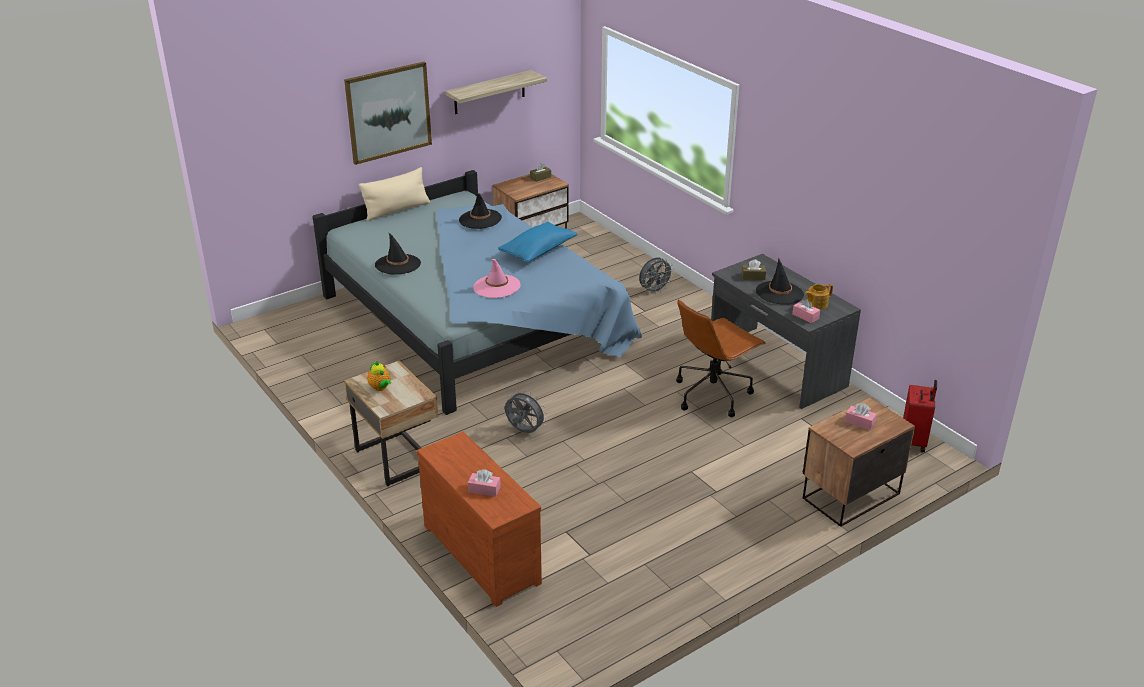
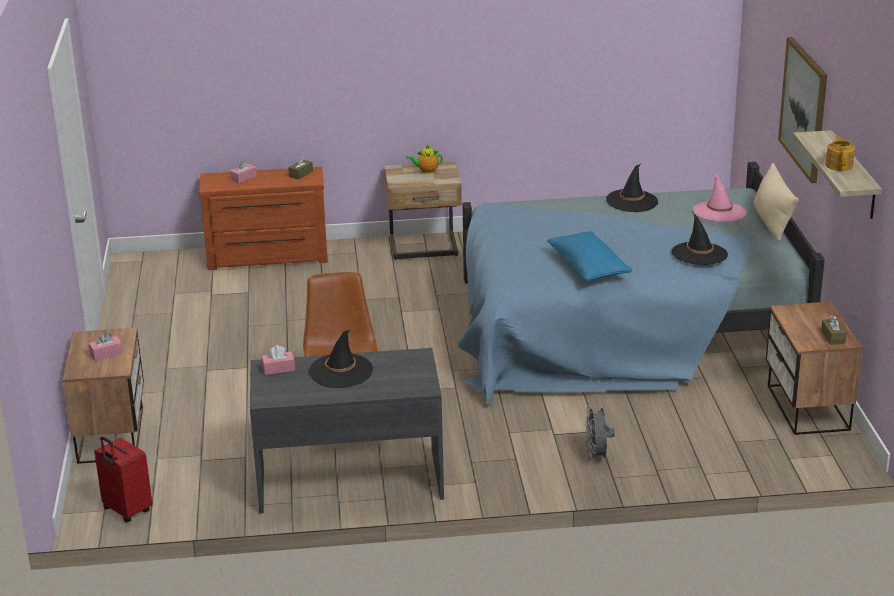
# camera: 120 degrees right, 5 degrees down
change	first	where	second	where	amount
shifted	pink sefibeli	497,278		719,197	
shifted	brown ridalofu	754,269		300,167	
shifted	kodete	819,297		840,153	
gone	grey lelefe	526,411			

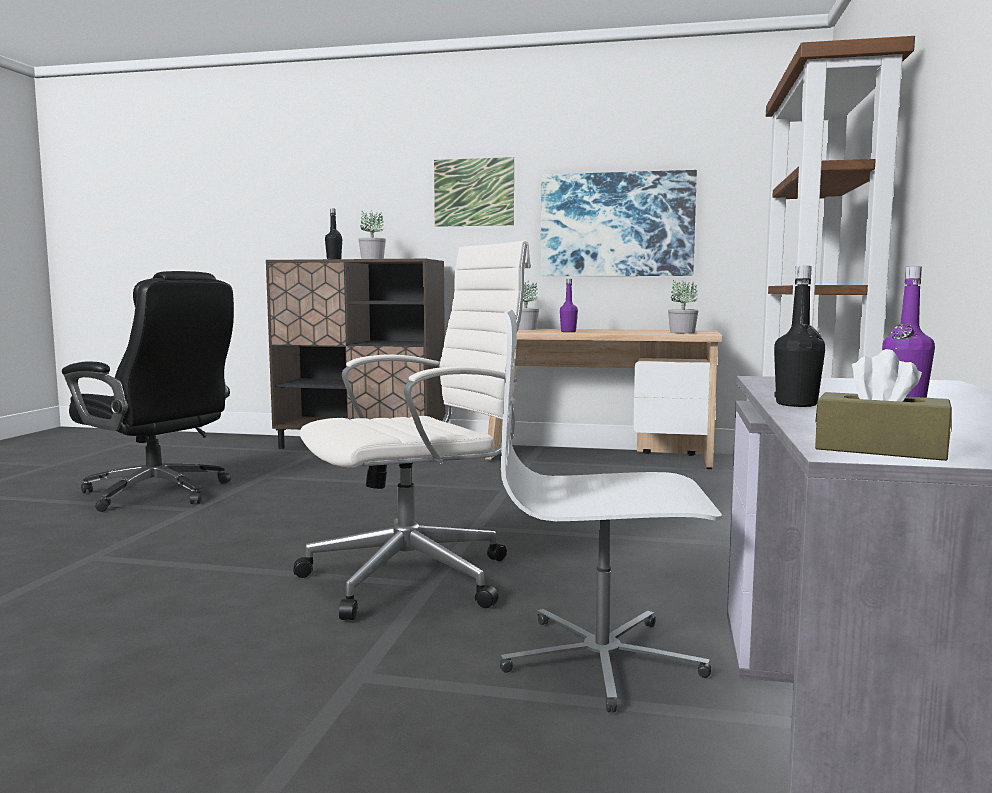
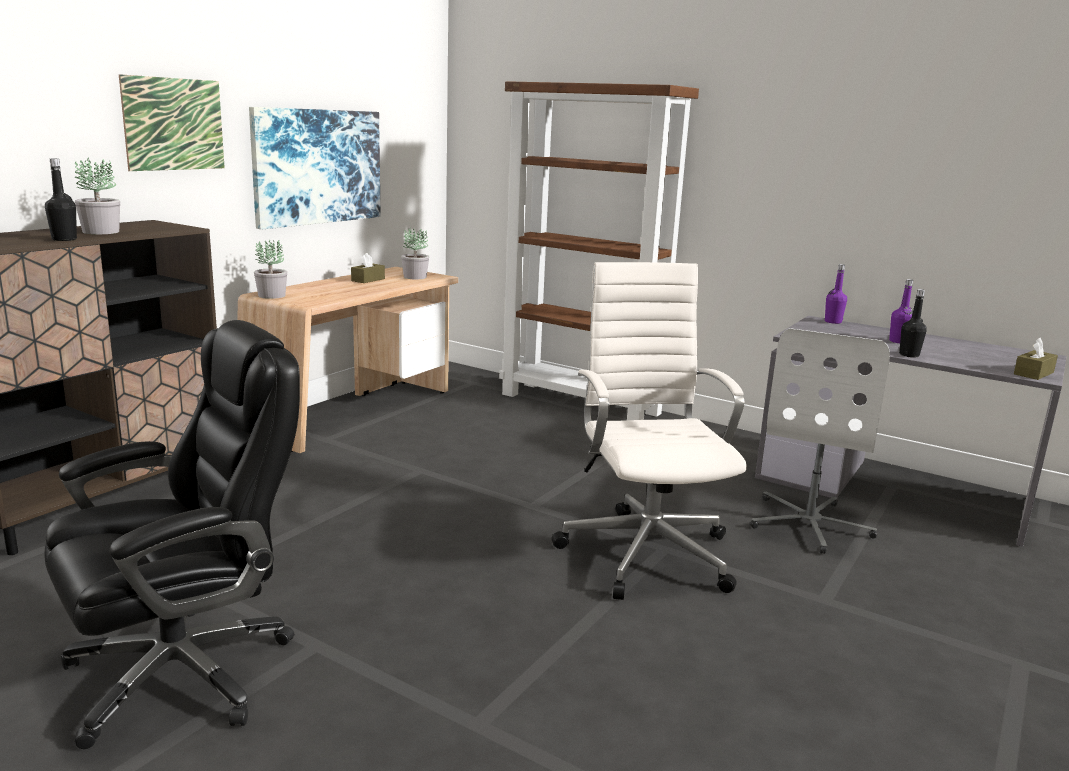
# camera: 70 degrees left, 10 degrees up
change	first	where	second	where	amount
shifted	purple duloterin	569,305		836,294	
new			brown ridalofu	368,268	

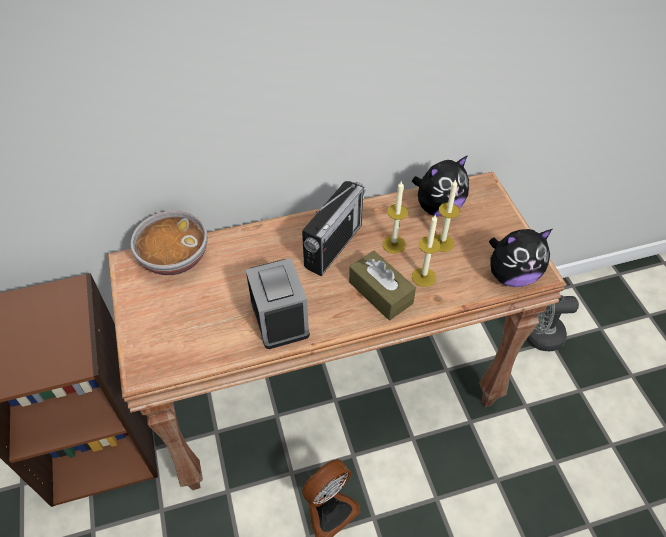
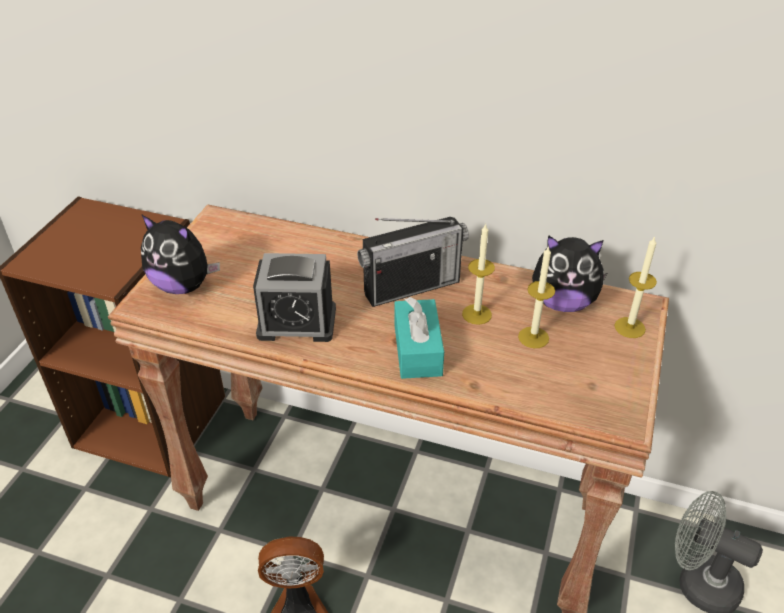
# camera: 35 degrees right, 10 degrees down
change	first	where	second	where	amount
gone	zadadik	169,242			
shifted	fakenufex	426,251		635,287	
shifted	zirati	520,258		180,254	
repainted	brown ridalofu	382,285	turquoise ridalofu	419,338	
rotated	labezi	278,303		294,297	75 degrees clockwise

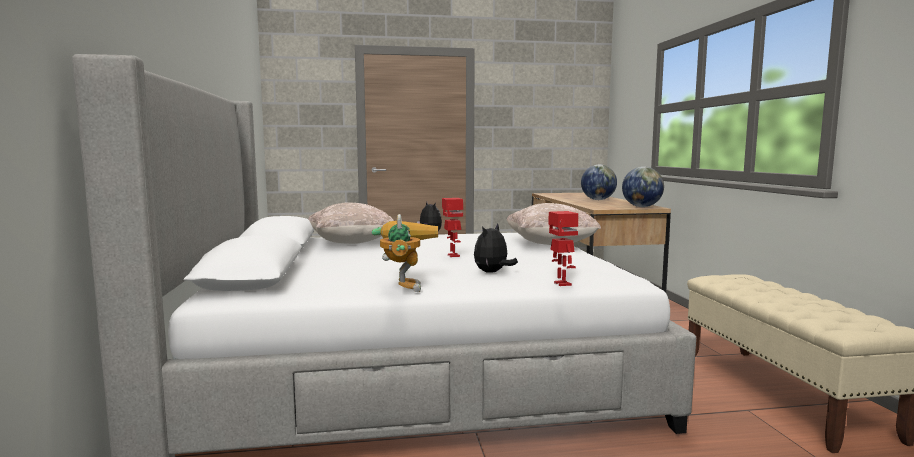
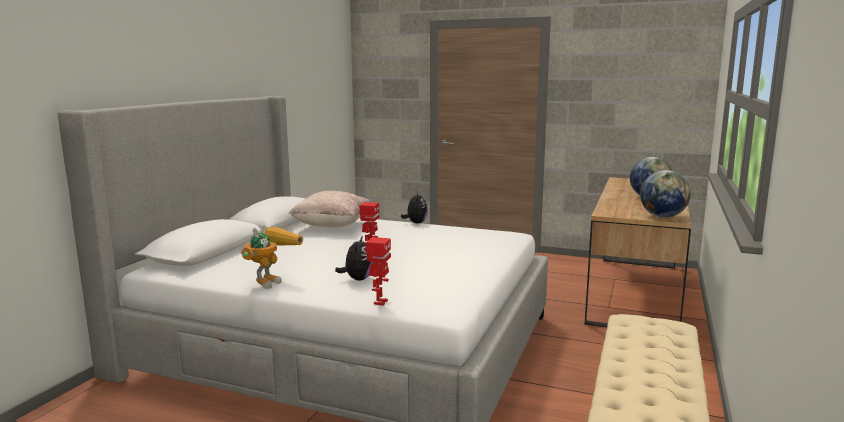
# camera: 30 degrees right, 5 degrees up
change	first	where	second	where	amount
gone	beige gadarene	554,224			
rotated	zirati	496,248		354,257	120 degrees clockwise

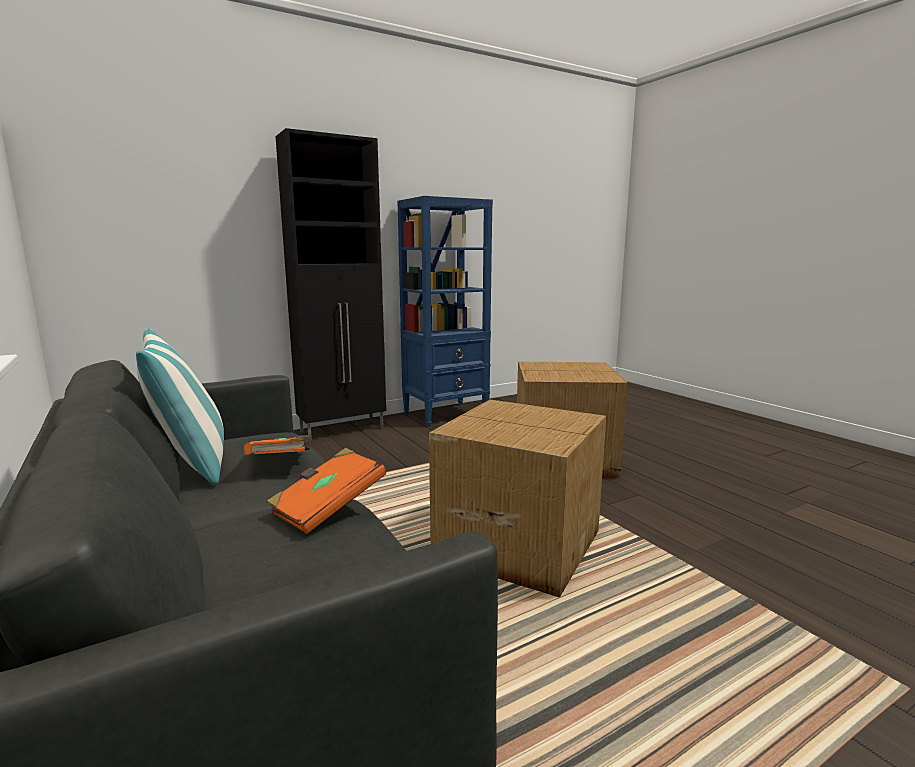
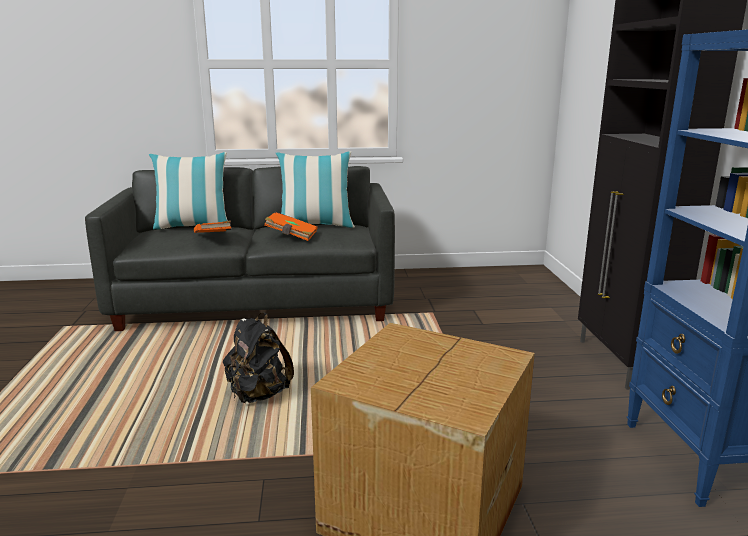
# camera: 115 degrees right, 5 degrees up
change	first	where	second	where	amount
swapped	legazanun	517,499	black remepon	258,358	
new			gadarene	188,191	

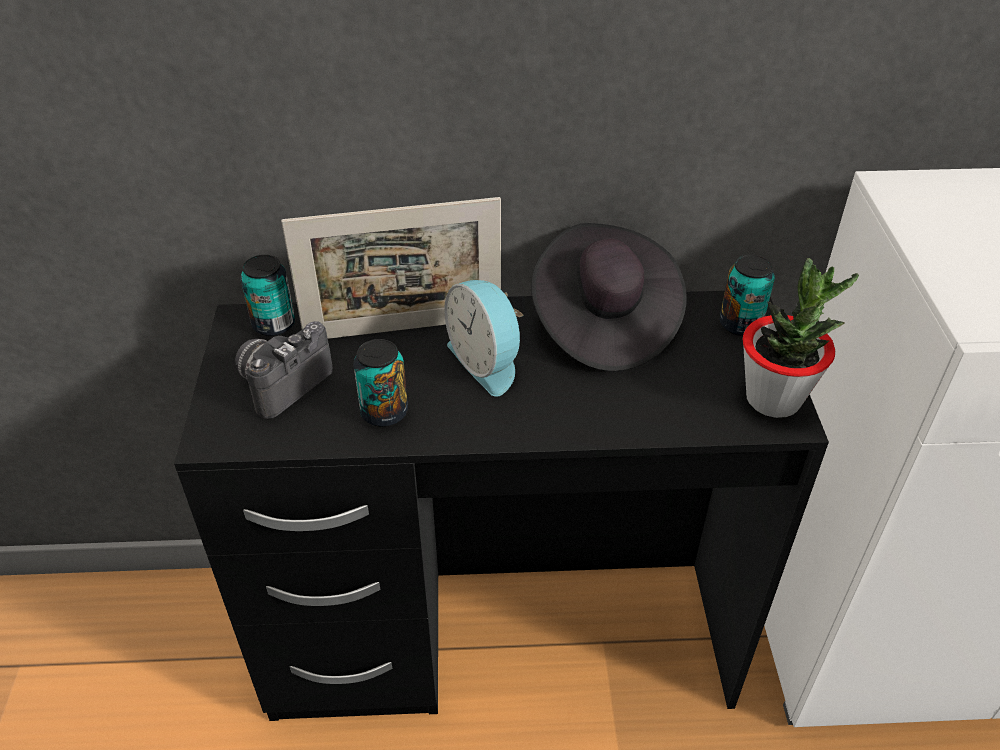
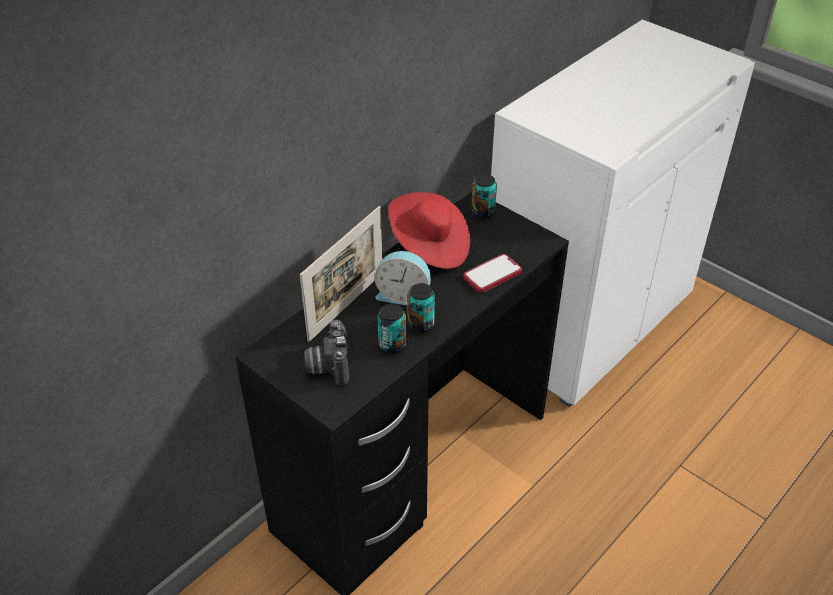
# camera: 45 degrees left, 0 degrees up
change	first	where	second	where	amount
repainted	black sefibeli	609,297	red sefibeli	429,230	
shifted	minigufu	267,295		421,308	
gone	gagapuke	801,338			
new			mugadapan	492,273	

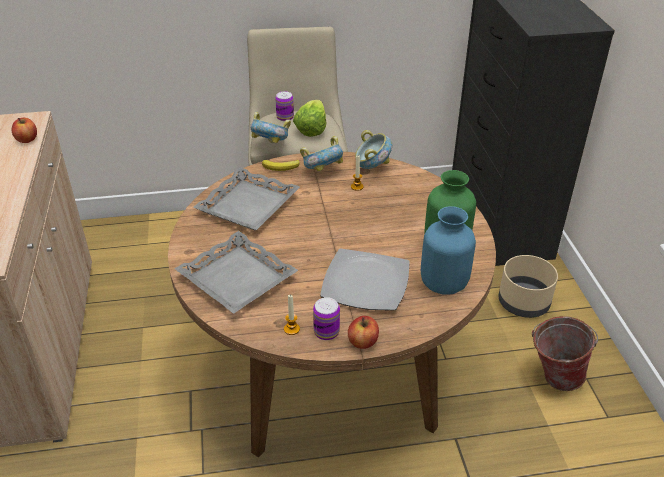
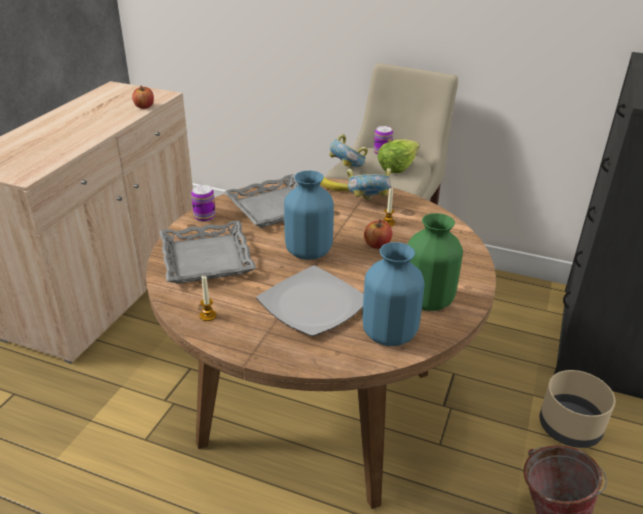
# camera: 30 degrees right, 5 degrees down
change	first	where	second	where	amount
gone	zadadik	373,149			
shifted	minigufu	326,318		203,203	
shifted	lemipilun	363,332		378,234	
new			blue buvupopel	309,215	

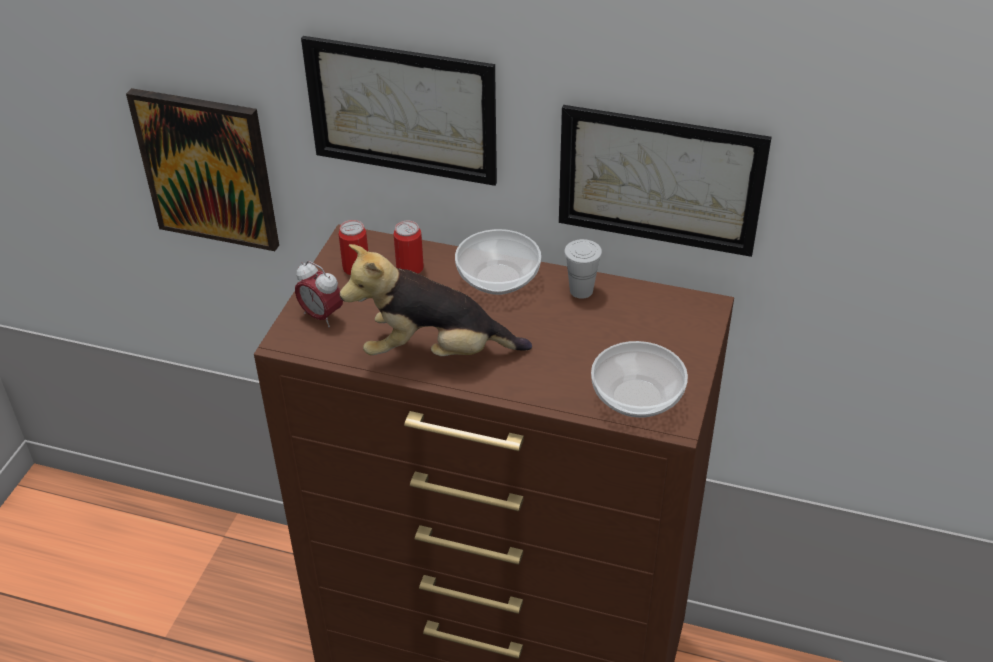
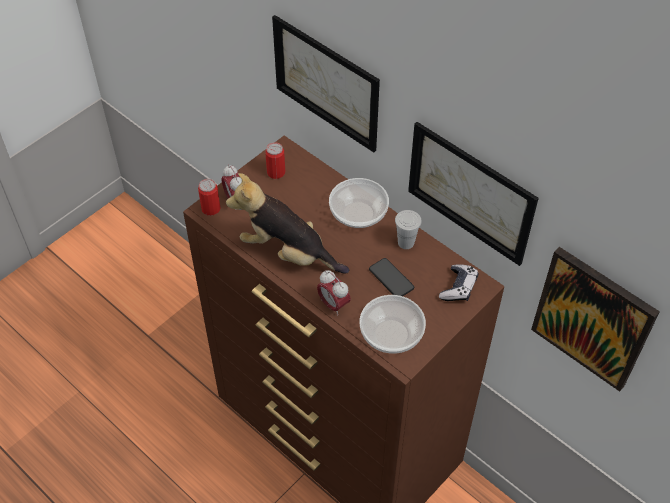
# camera: 25 degrees right, 10 degrees up
change	first	where	second	where	amount
shifted	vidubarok	202,169		595,319	
shifted	minigufu	409,247		209,197	
new			mugadapan	391,277	
new			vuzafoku	458,282	
new			labezi	334,293	

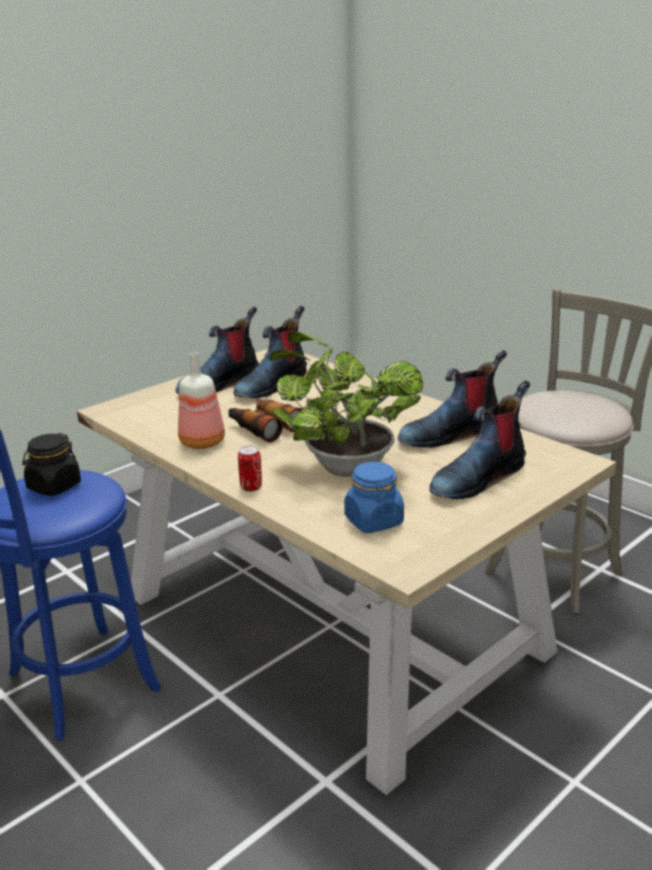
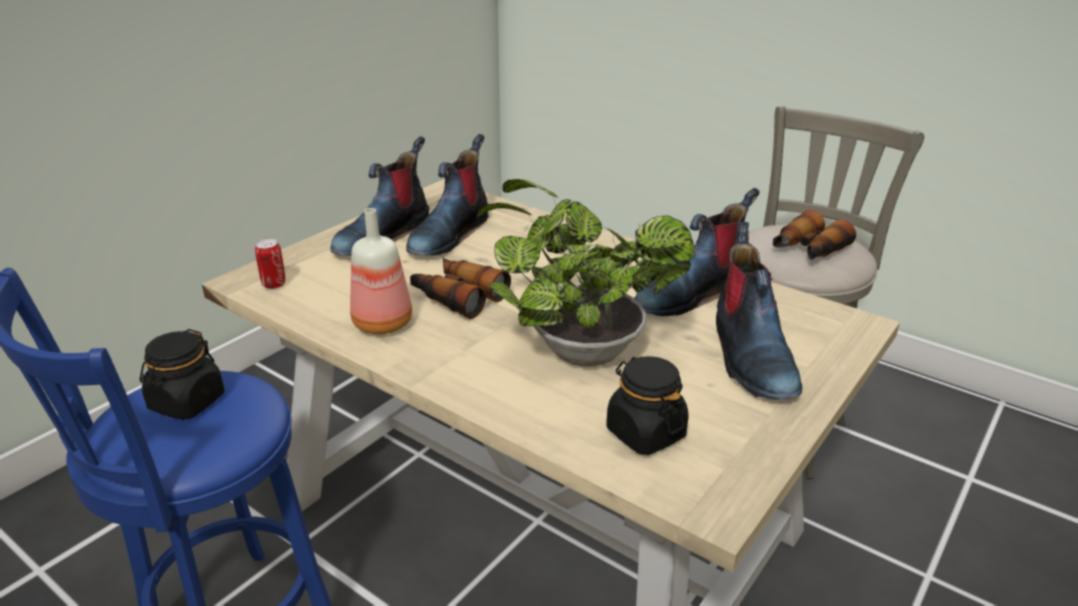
# camera: 10 degrees left, 5 degrees up
change	first	where	second	where	amount
rotated	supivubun	479,440		759,311	45 degrees counterclockwise
shifted	minigufu	250,469		270,264	
repainted	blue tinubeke	374,497	black tinubeke	647,405	
new			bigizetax	814,235	

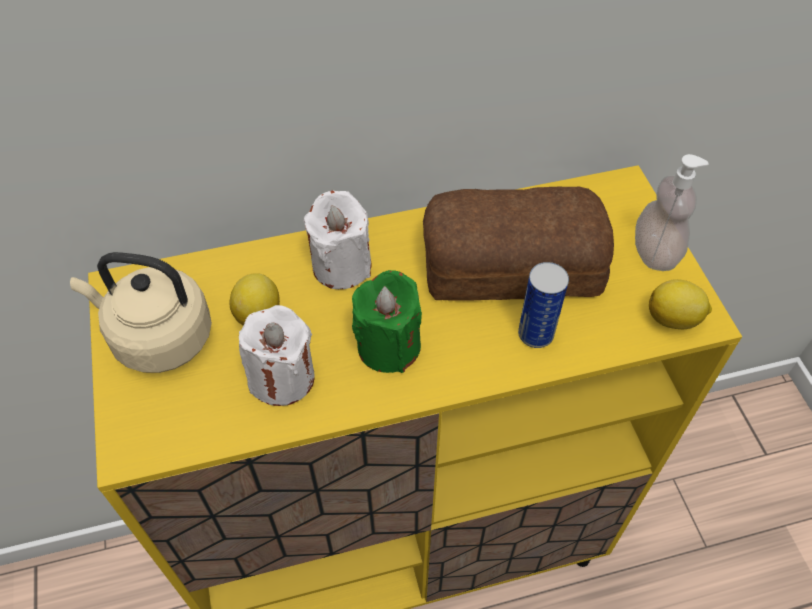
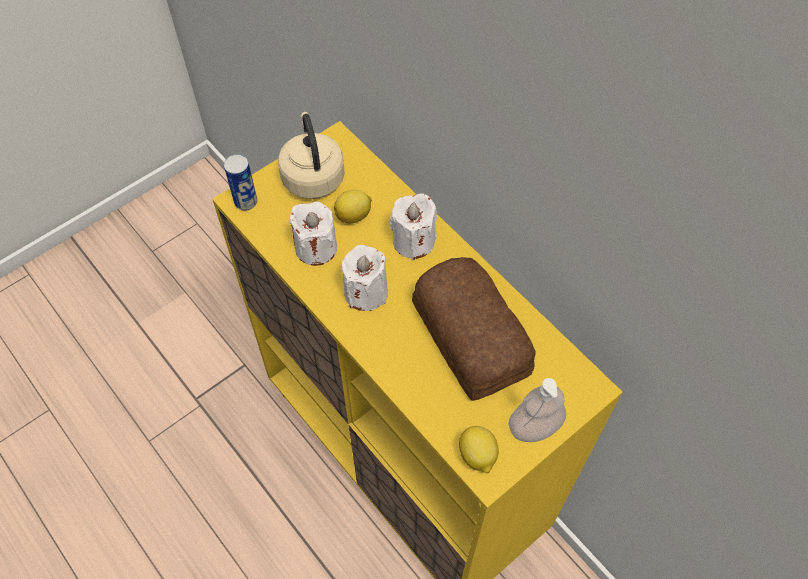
# camera: 65 degrees right, 5 degrees up
change	first	where	second	where	amount
shifted	minigufu	543,305		240,182	
repainted	green fakenufex	387,321	white fakenufex	365,278	

